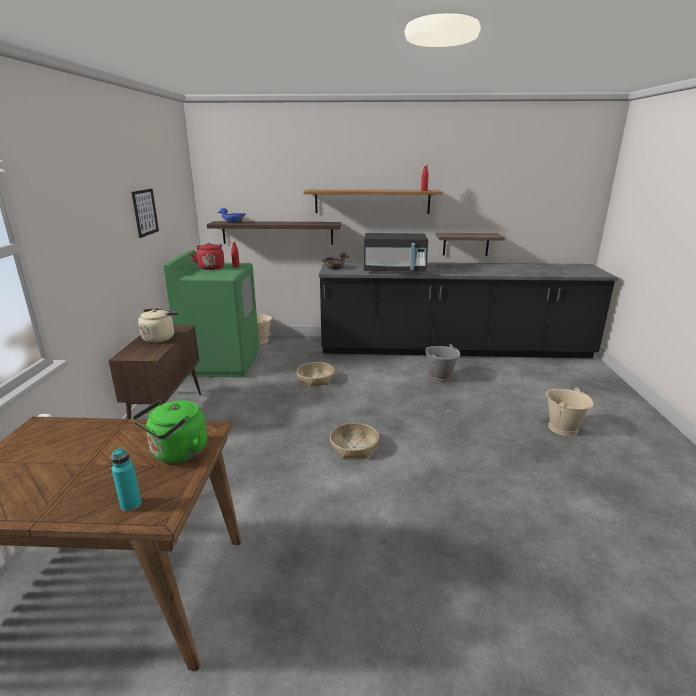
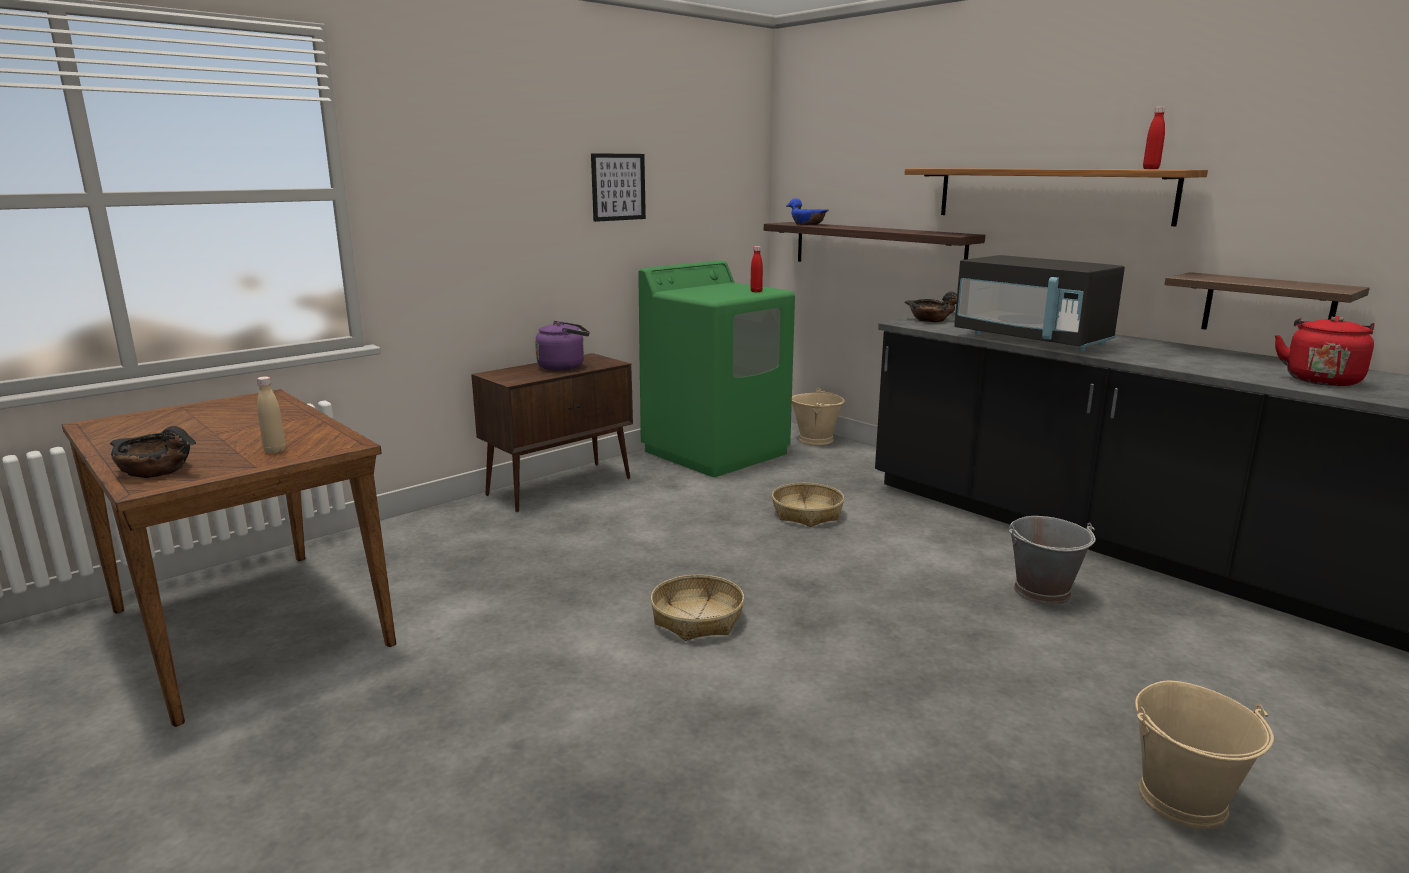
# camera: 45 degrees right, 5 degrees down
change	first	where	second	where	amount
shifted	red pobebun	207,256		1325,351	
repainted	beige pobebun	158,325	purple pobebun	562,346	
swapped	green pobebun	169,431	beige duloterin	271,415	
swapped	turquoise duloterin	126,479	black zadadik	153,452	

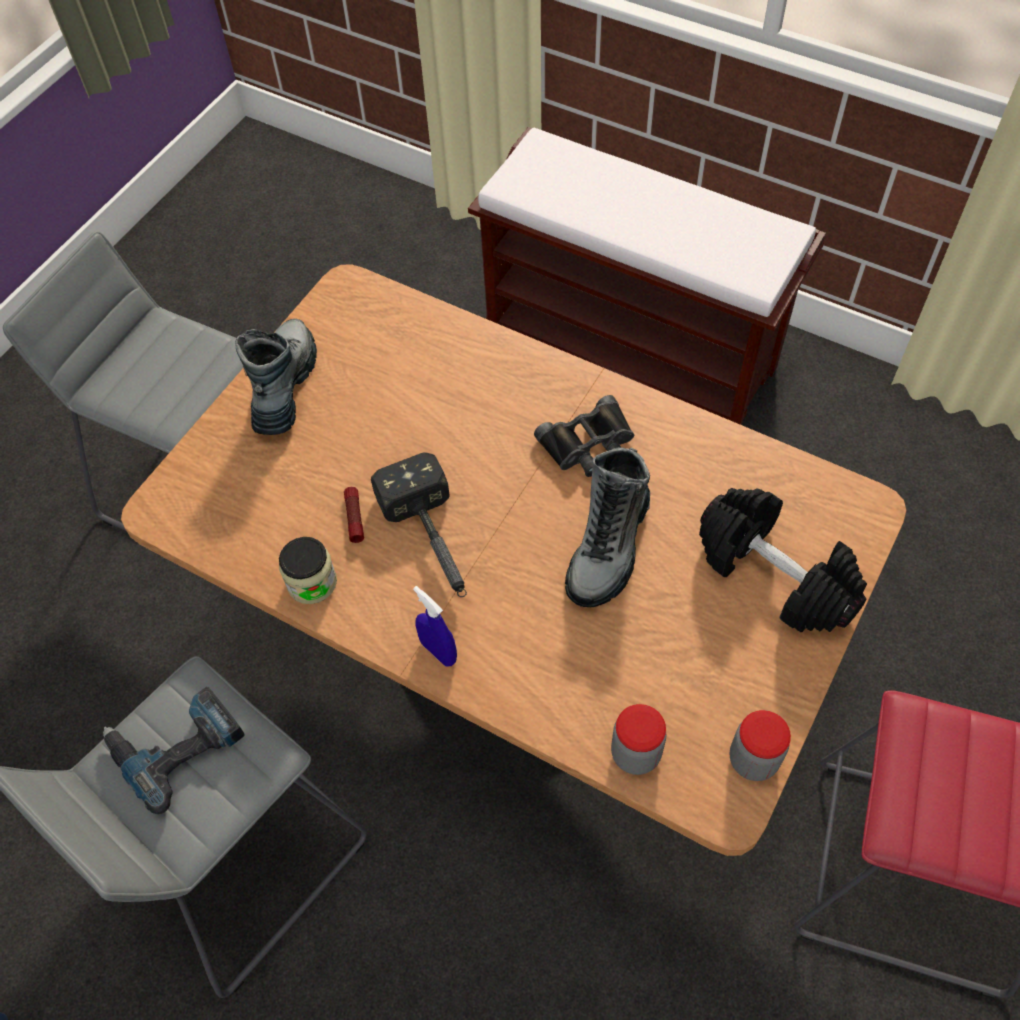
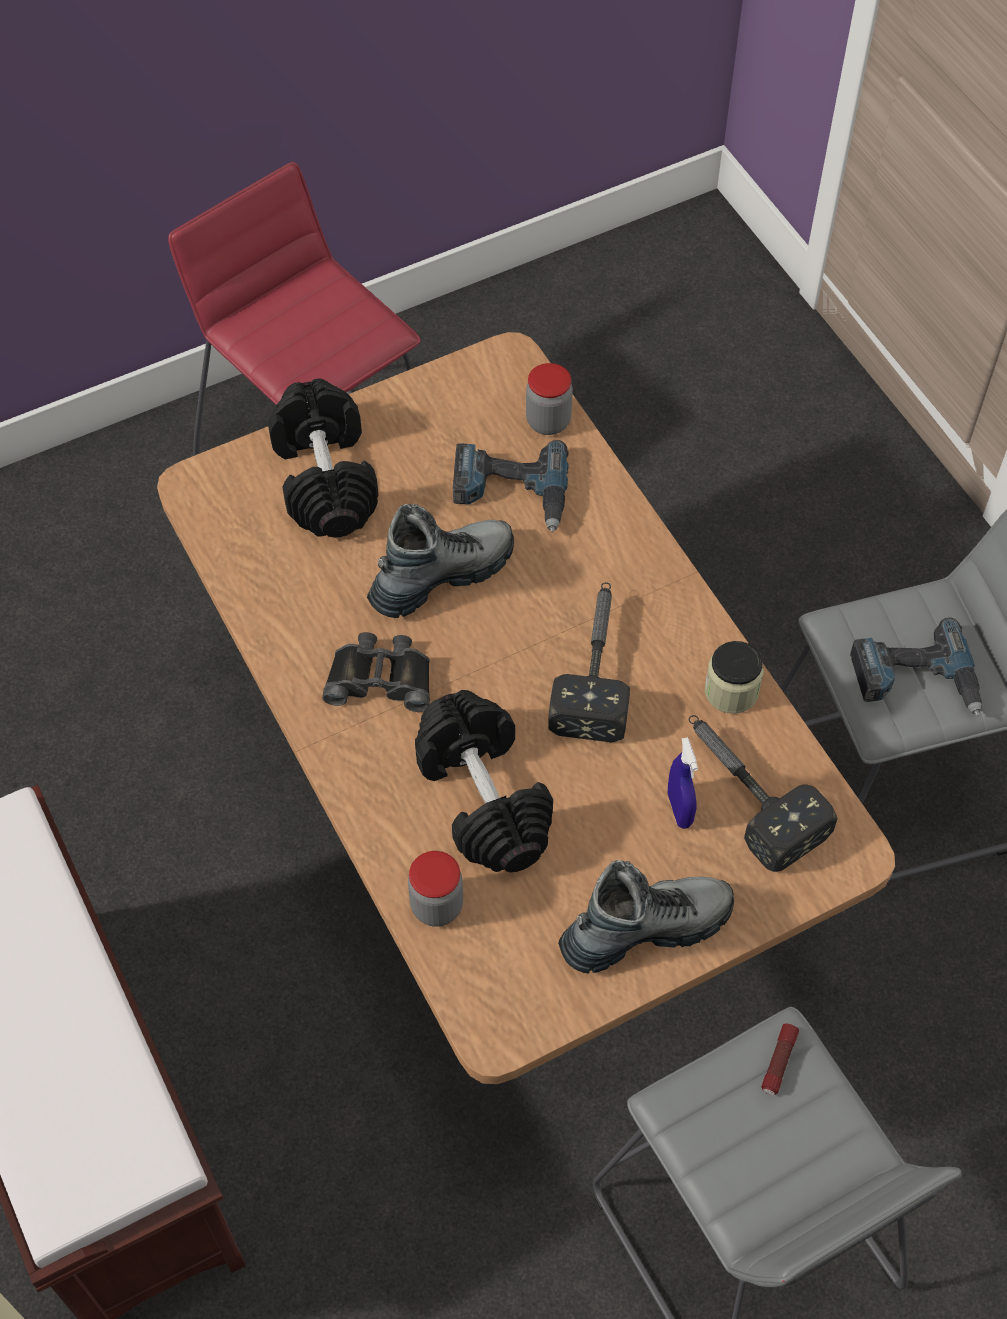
# camera: 150 degrees left, 0 degrees up
change	first	where	second	where	amount
rotated	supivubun	276,377		646,916	150 degrees counterclockwise
shifted	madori	354,515		780,1059	
shifted	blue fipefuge	435,626		683,783	
shifted	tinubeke	760,745		435,889	
new			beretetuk	511,486	
new			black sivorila	484,781	
new			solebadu	763,793	

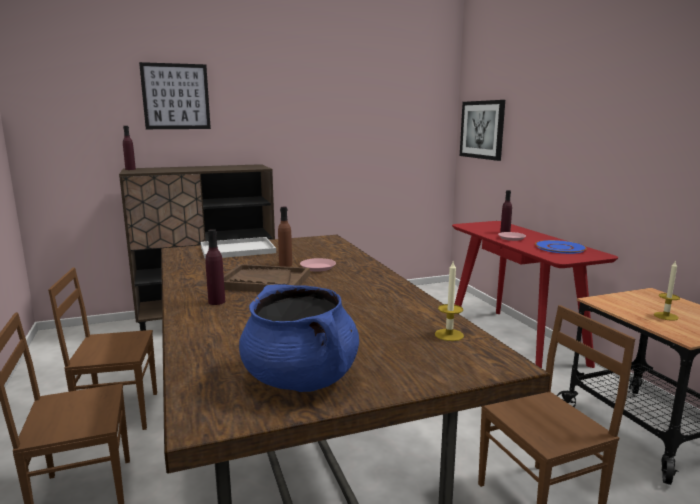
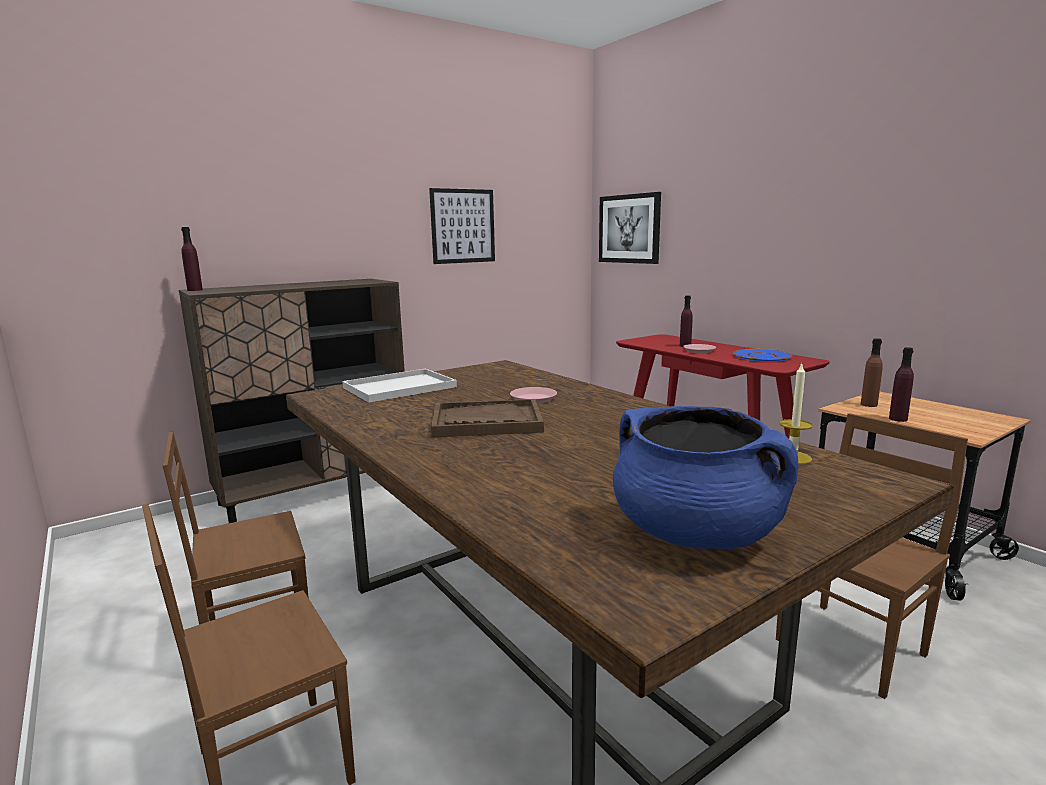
# camera: 15 degrees left, 0 degrees up
change	first	where	second	where	amount
shifted	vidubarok	175,95		462,226	
shifted	brown duloterin	285,237		872,372	
shifted	purple duloterin	215,267		901,384	
gone	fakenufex	667,291			

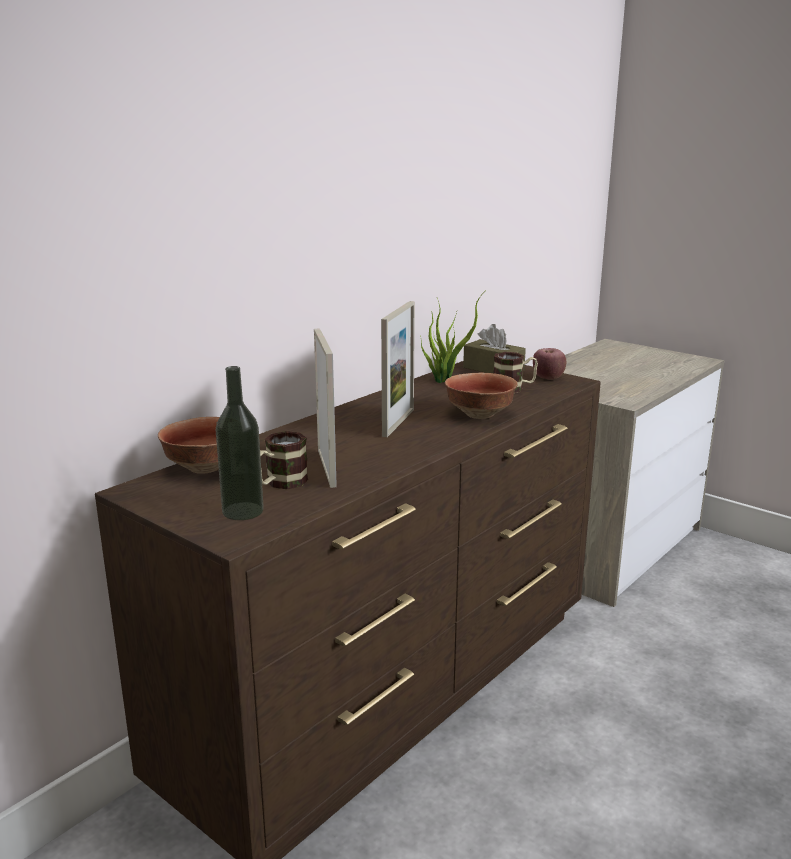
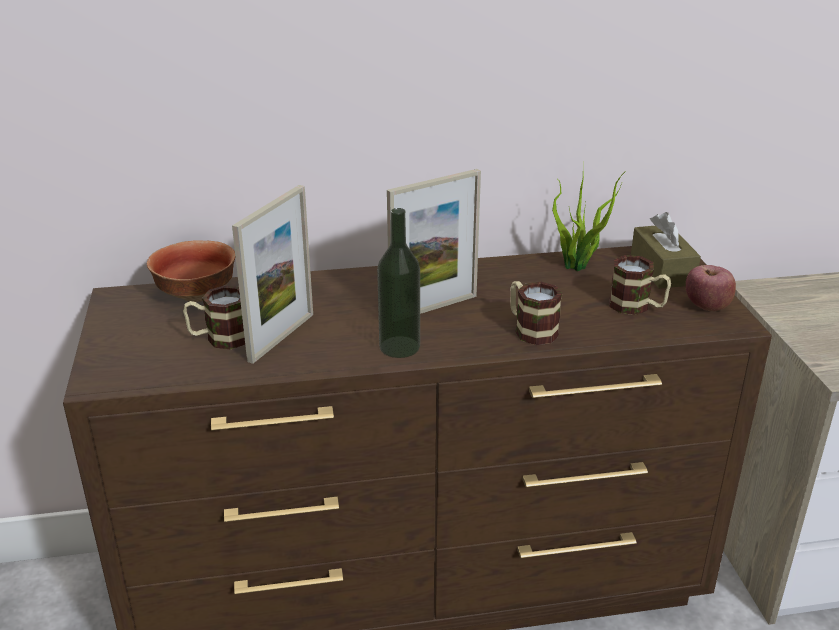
# camera: 40 degrees right, 10 degrees up
change	first	where	second	where	amount
shifted	duloterin	240,443		398,283	
swapped	zadadik	481,396	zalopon	536,313	

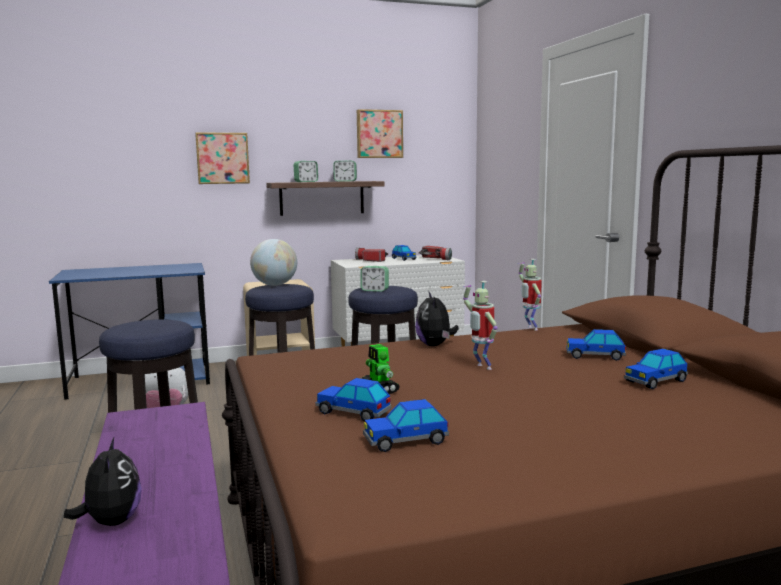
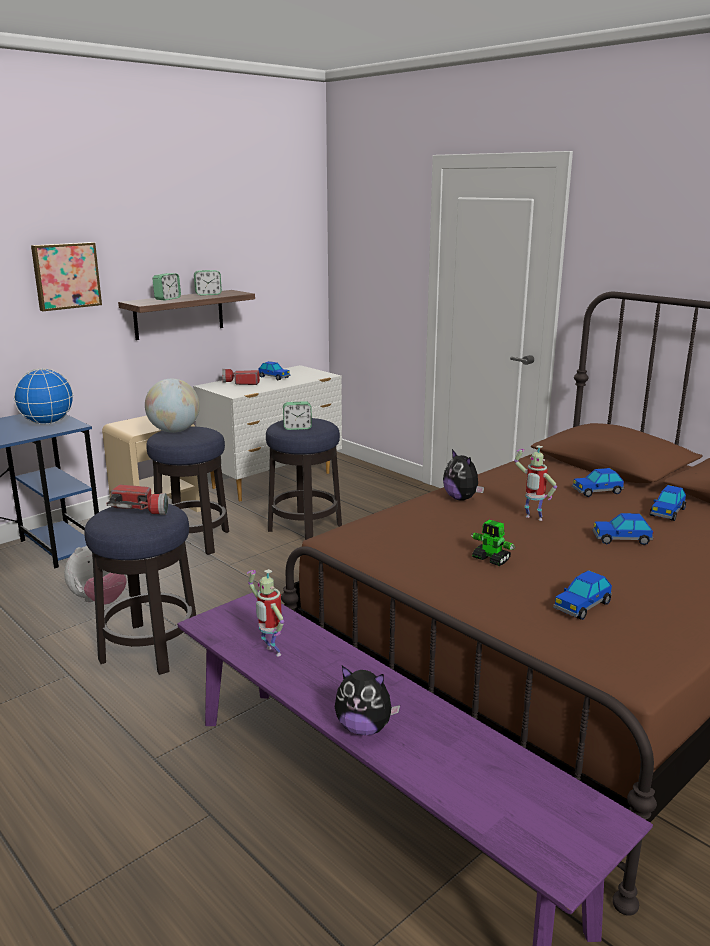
# camera: 25 degrees left, 10 degrees up
change	first	where	second	where	amount
gone	vidubarok	380,133			
shifted	madori	435,253		137,500	
shifted	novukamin	530,295		265,612	
shifted	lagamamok	353,400		622,529	
rotated	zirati	103,482		367,700	150 degrees clockwise
new			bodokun	44,396	

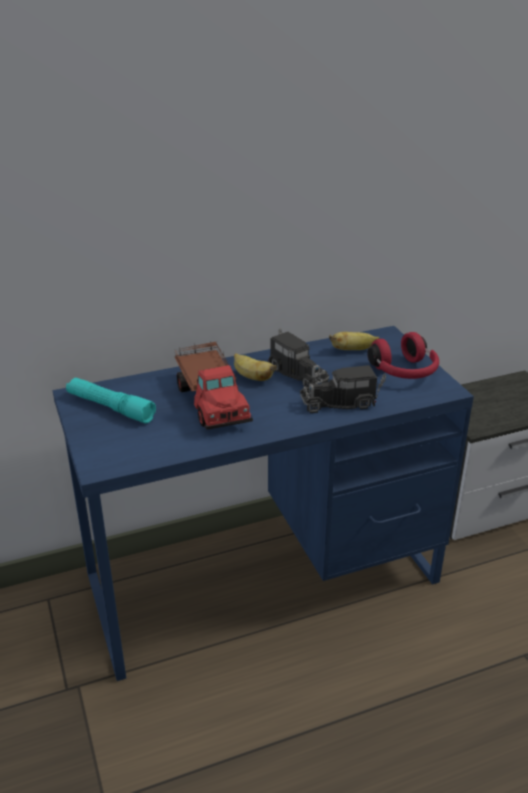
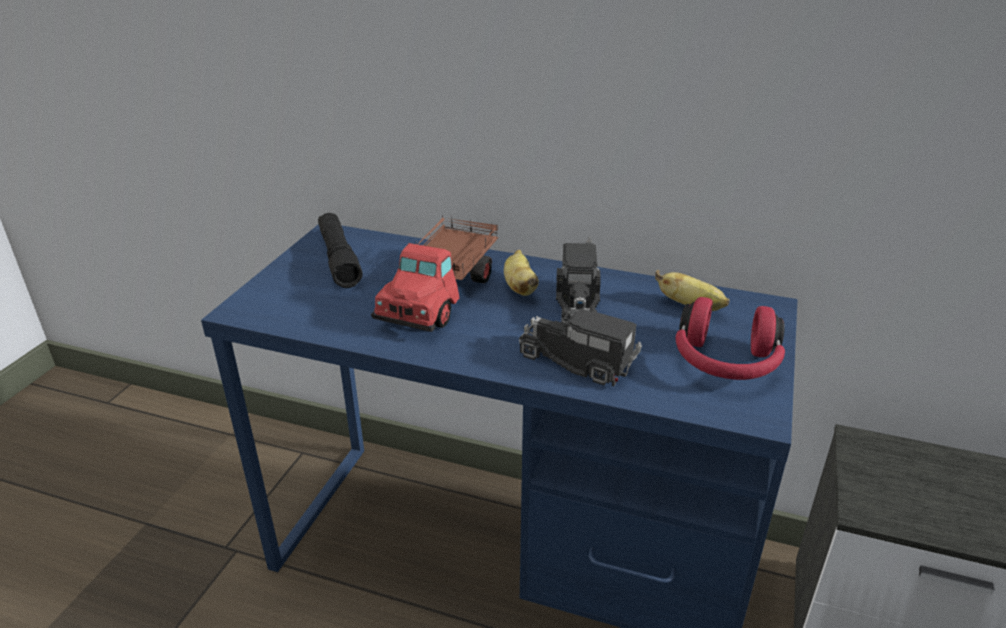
# camera: 40 degrees right, 0 degrees up
change	first	where	second	where	amount
repainted	turquoise madori	111,400	black madori	340,250	

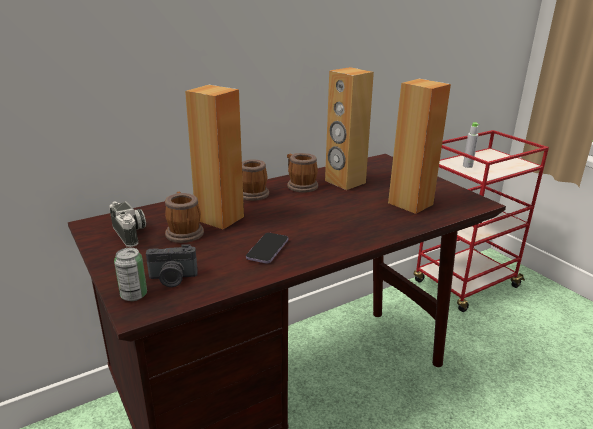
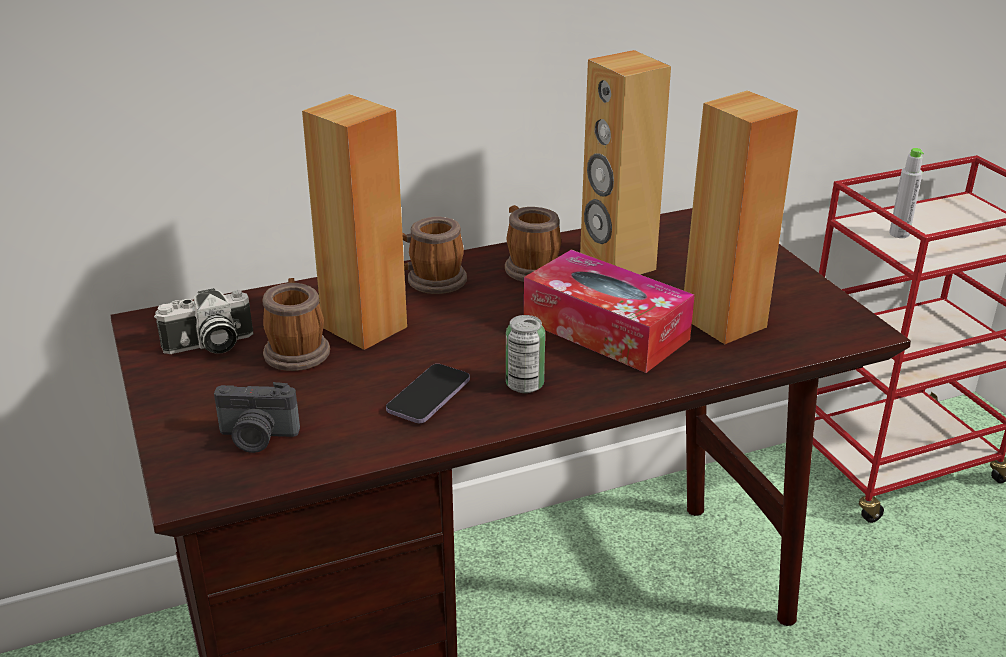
# camera: 10 degrees right, 5 degrees up
change	first	where	second	where	amount
rotated	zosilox	127,224		203,321	90 degrees clockwise
shifted	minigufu	130,274		525,354	
new			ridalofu	609,311	

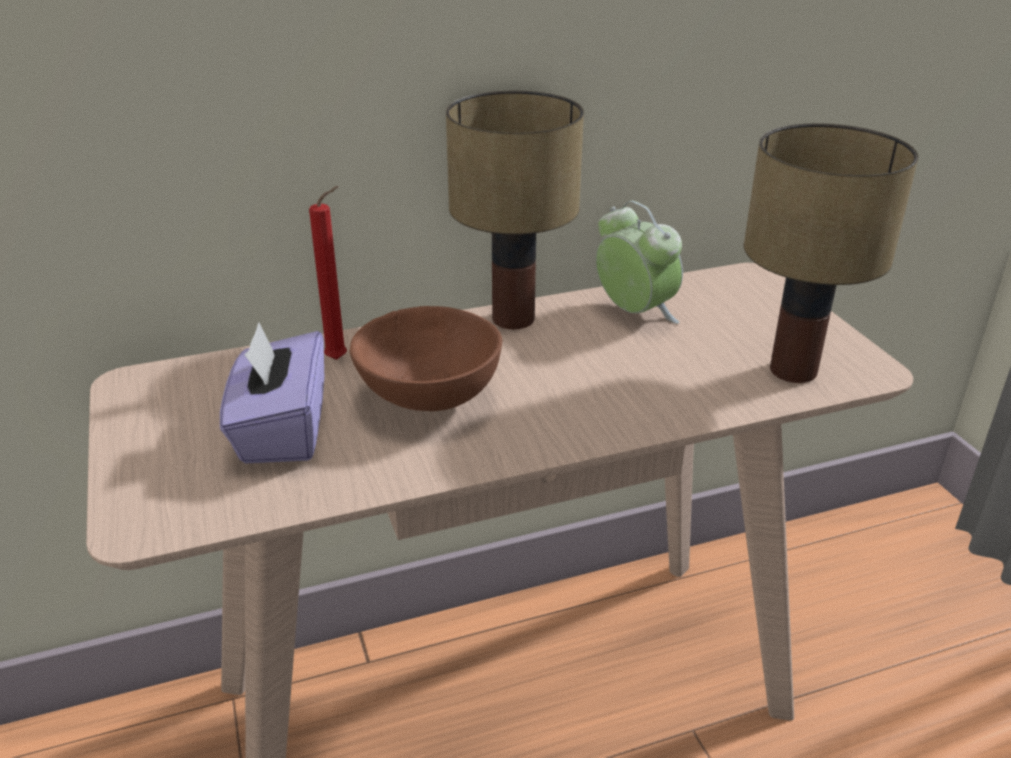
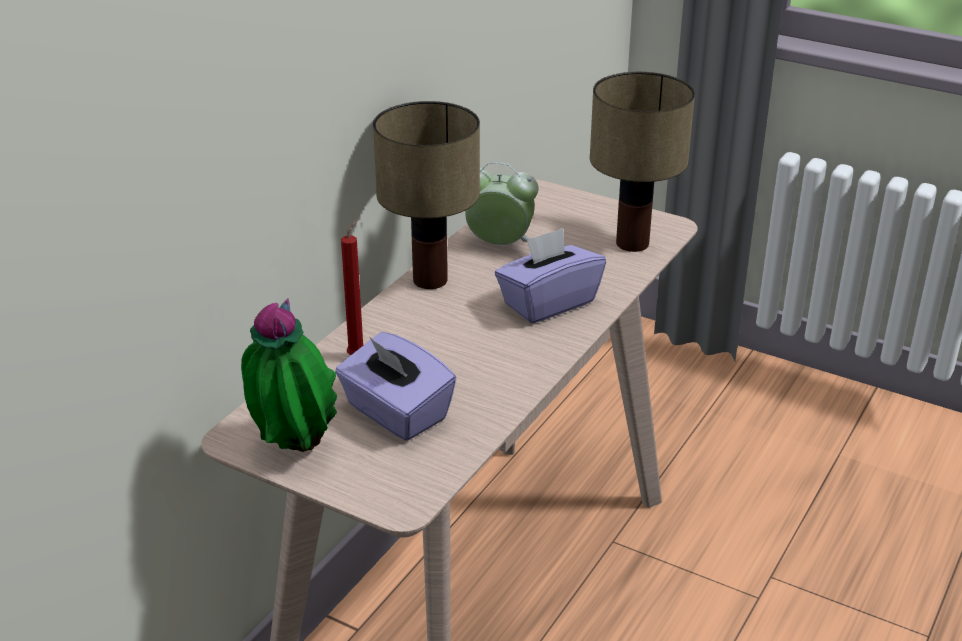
# camera: 40 degrees left, 0 degrees up
change	first	where	second	where	amount
gone	brown zadadik	426,358			
new			purple ridalofu	550,275	
new			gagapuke	289,375	

